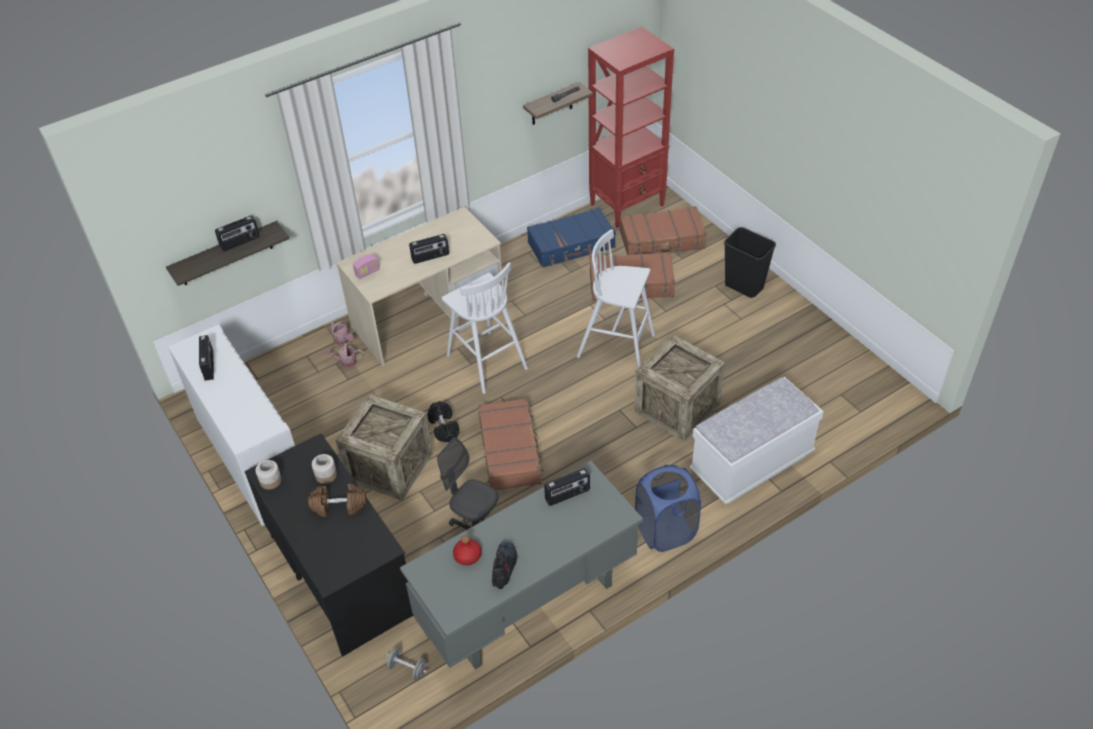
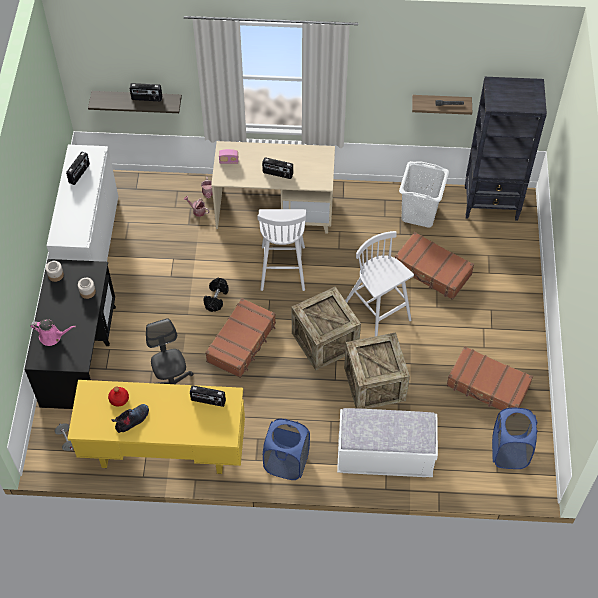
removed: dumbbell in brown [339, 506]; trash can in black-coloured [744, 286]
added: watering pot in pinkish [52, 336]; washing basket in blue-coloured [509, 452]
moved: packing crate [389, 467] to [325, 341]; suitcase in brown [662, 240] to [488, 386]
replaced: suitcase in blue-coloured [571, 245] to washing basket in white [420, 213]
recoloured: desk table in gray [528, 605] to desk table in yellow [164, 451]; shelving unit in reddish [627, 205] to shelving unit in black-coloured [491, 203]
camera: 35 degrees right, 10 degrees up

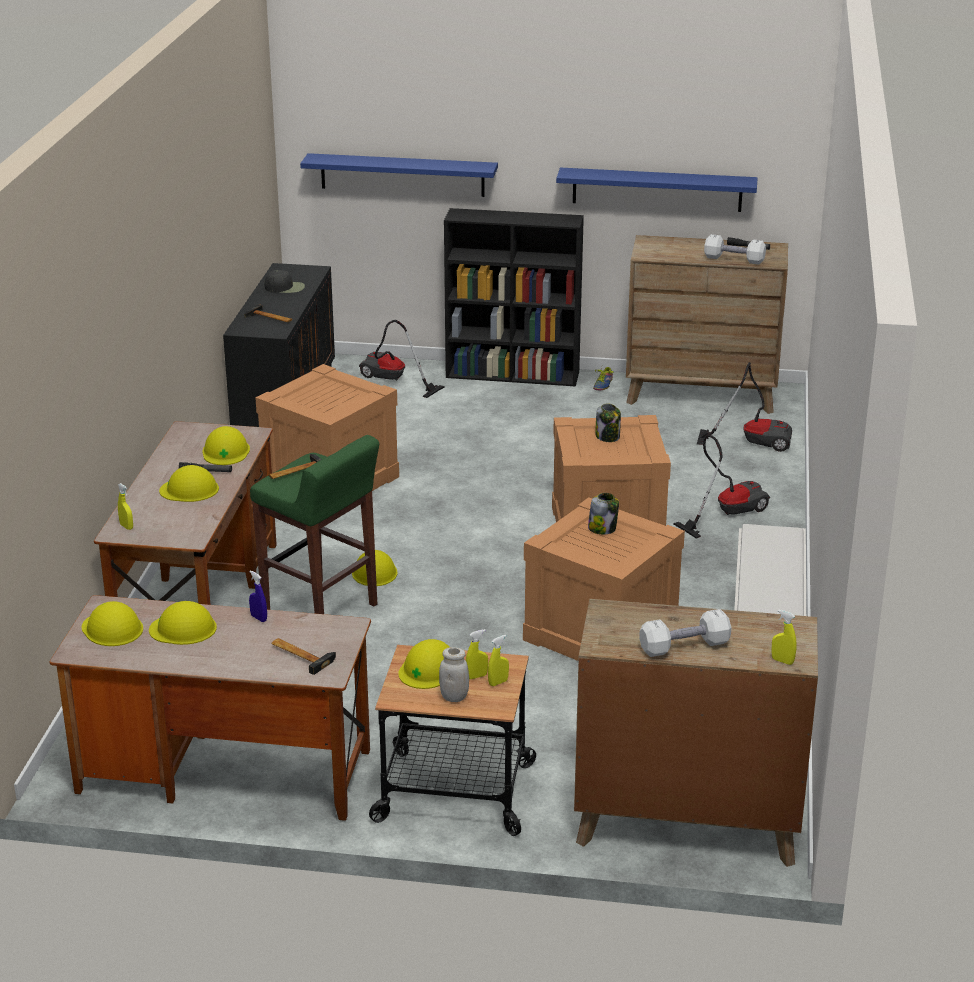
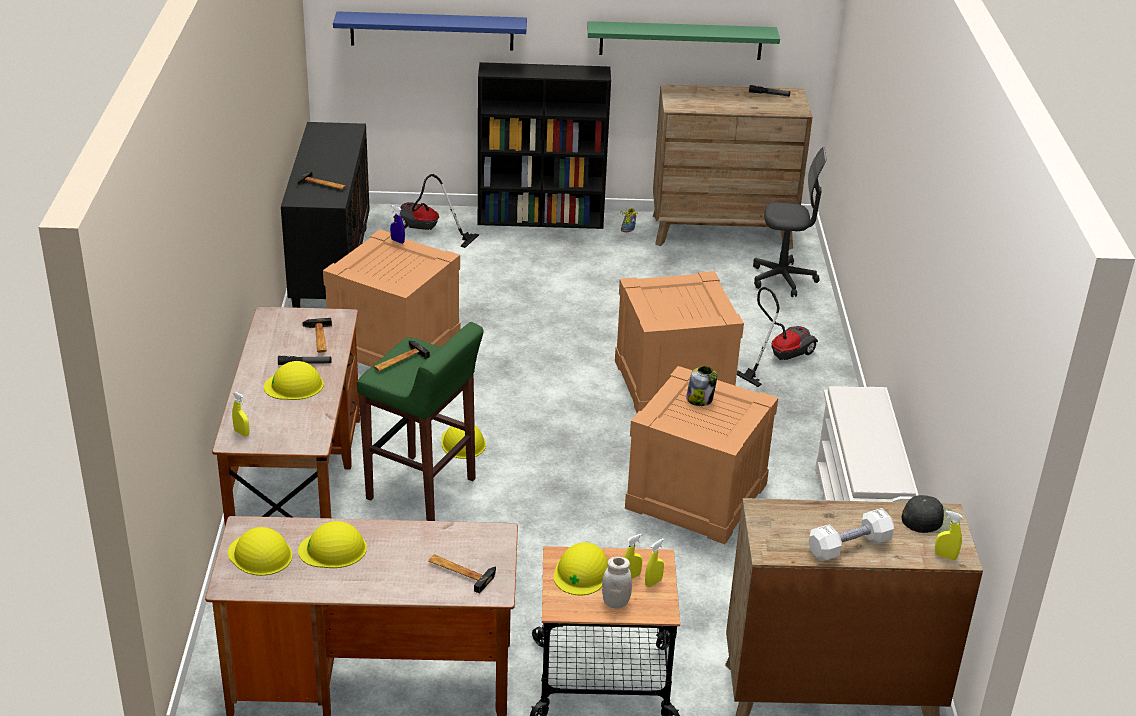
removed: jar [608, 437]; dumbbell in white [734, 259]
moved: spray bottle in blue-coloured [259, 618] to [397, 241]; cap in black-coloured [285, 287] to [930, 520]
replaced: safety helmet in yellow [226, 451] to hand hammer [318, 339]; vacuum [753, 441] to office chair in gray [783, 279]
recoloured: wall shelf in blue-coloured [657, 189] to wall shelf in greenish [681, 40]
camera: 10 degrees left, 5 degrees up

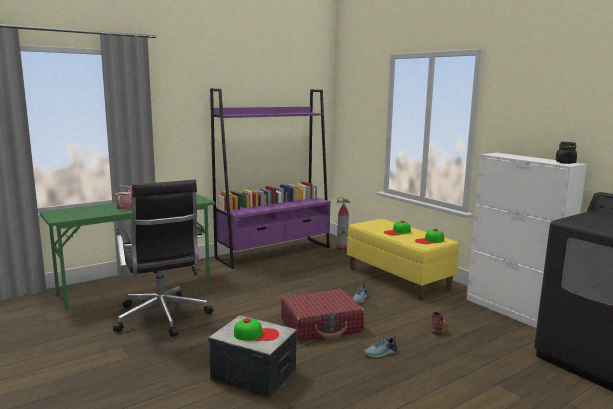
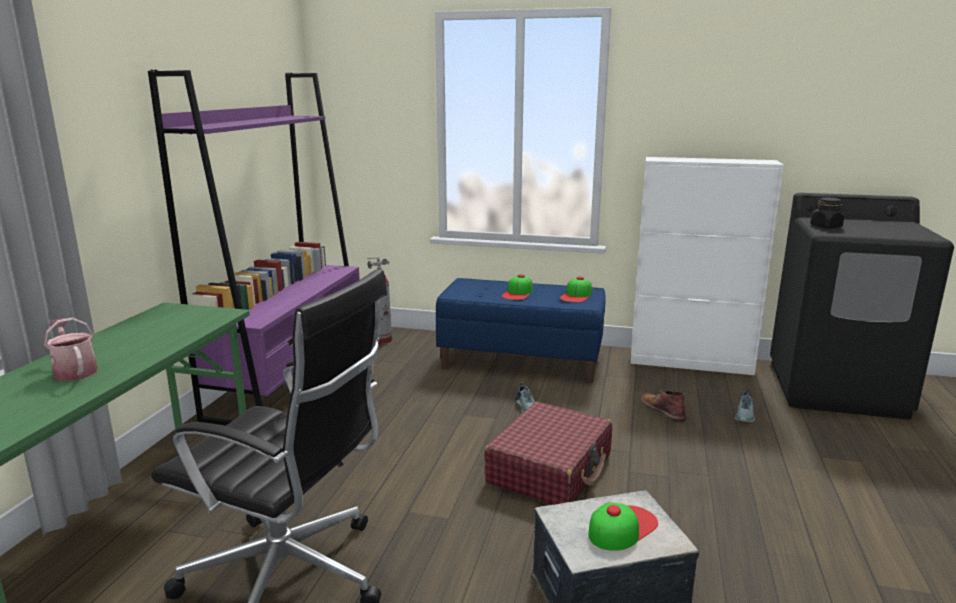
moved: low shoe [381, 353] to [745, 415]; jar in black-coloured [565, 162] to [826, 226]
recoloured: long seat in yellow [398, 279] to long seat in blue-coloured [521, 361]
camera: 40 degrees left, 5 degrees up

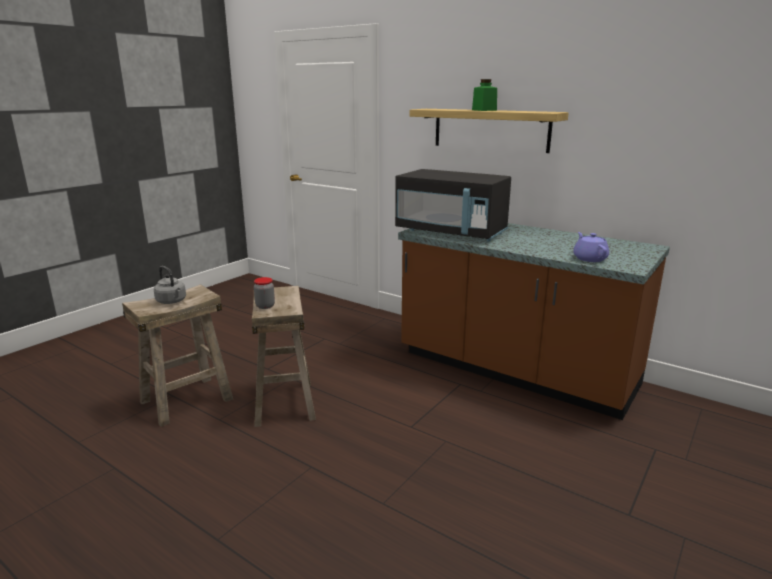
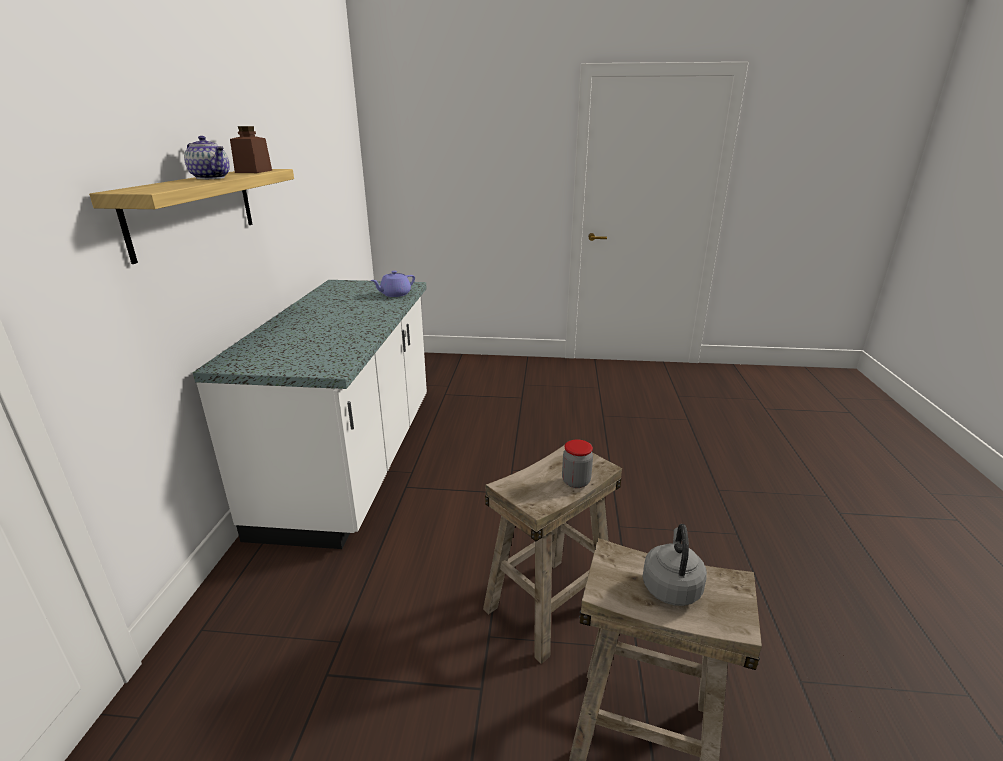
removed: microwave oven in black-coloured [451, 233]
added: jar in brown [254, 171]
replaced: jar in greenish [484, 110] to tea pot [212, 178]
recoloured: counter in brown [515, 370] to counter in white [354, 461]
camera: 120 degrees left, 5 degrees up

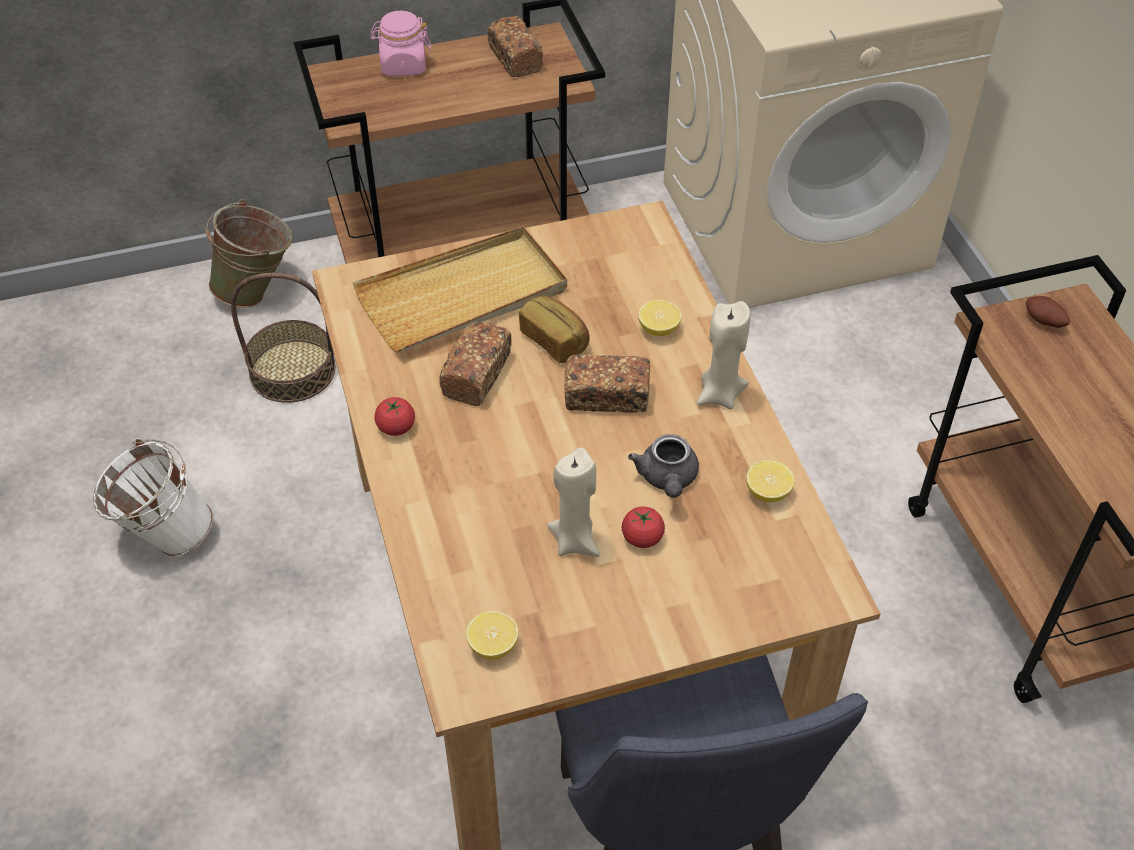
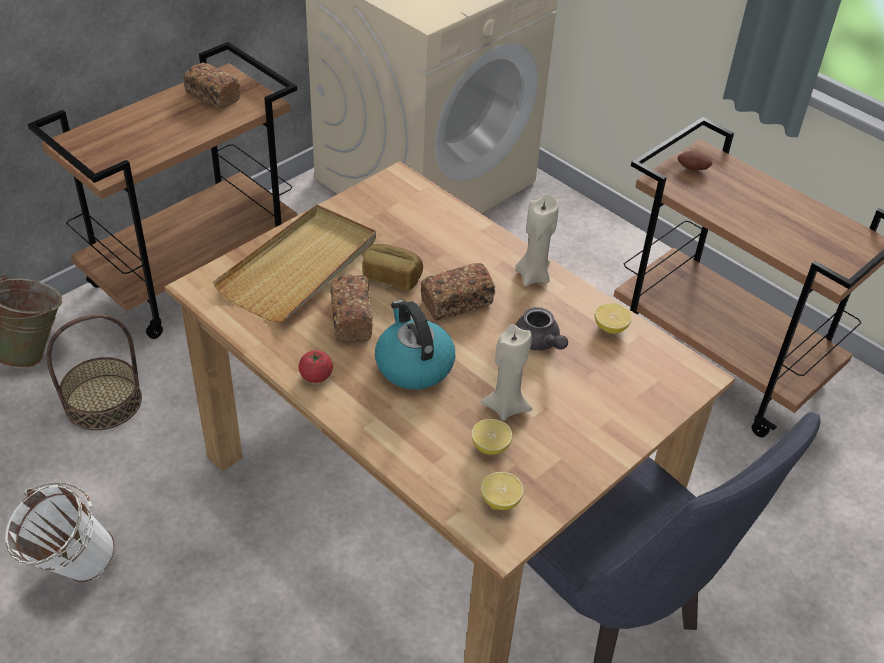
removed: jar in pinkish [403, 65]; tomato [642, 537]
added: water kettle [413, 365]
moved: lemon [658, 329] to [490, 446]
camera: 30 degrees left, 5 degrees down

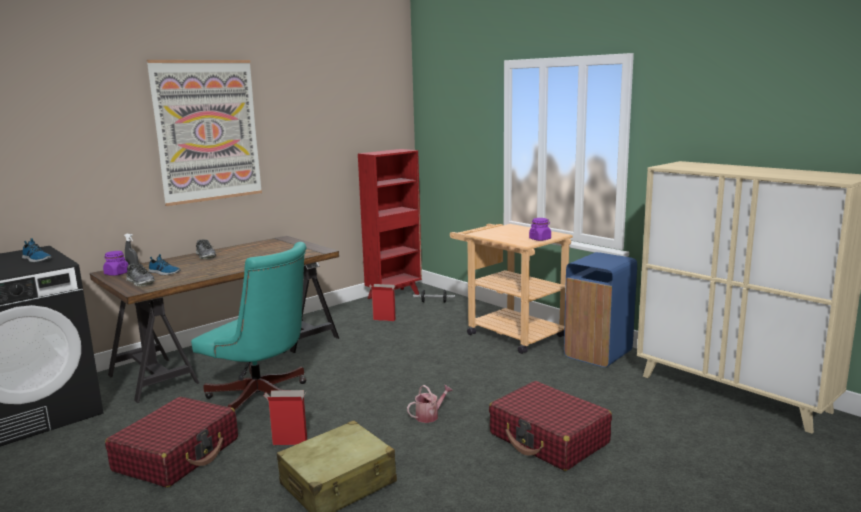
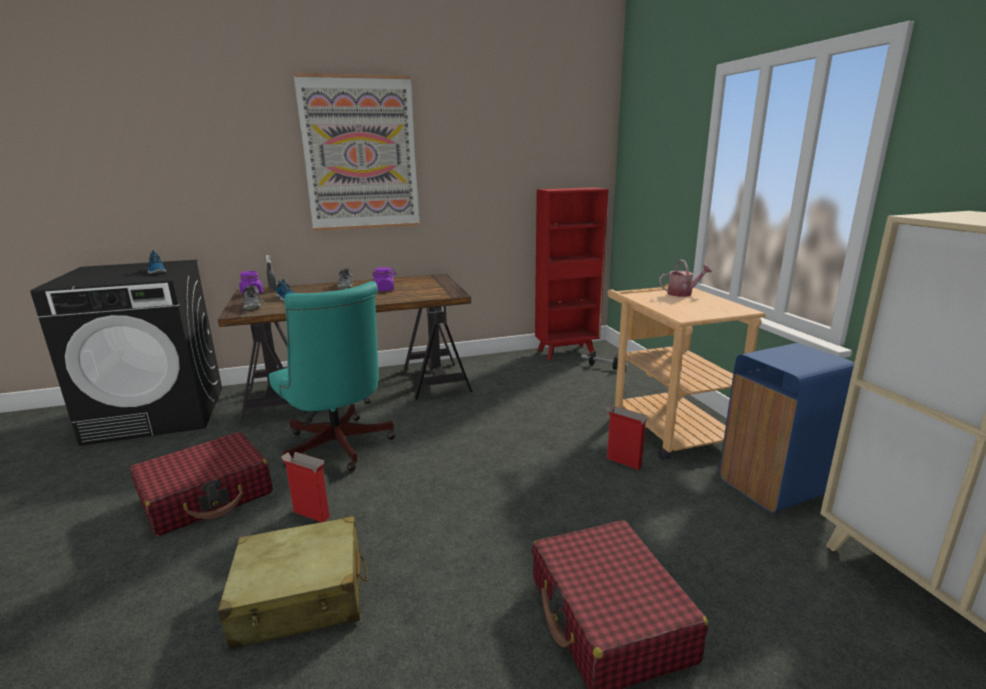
moved: jar in purple [540, 239] to [385, 289]; cardboard box [383, 319] to [623, 462]; watering pot [430, 416] to [683, 293]
camera: 25 degrees right, 5 degrees up

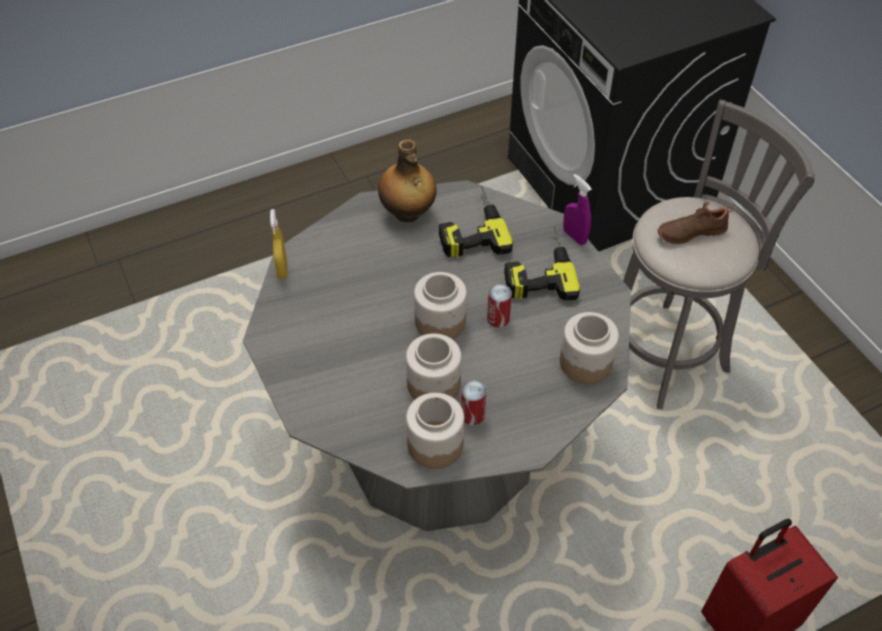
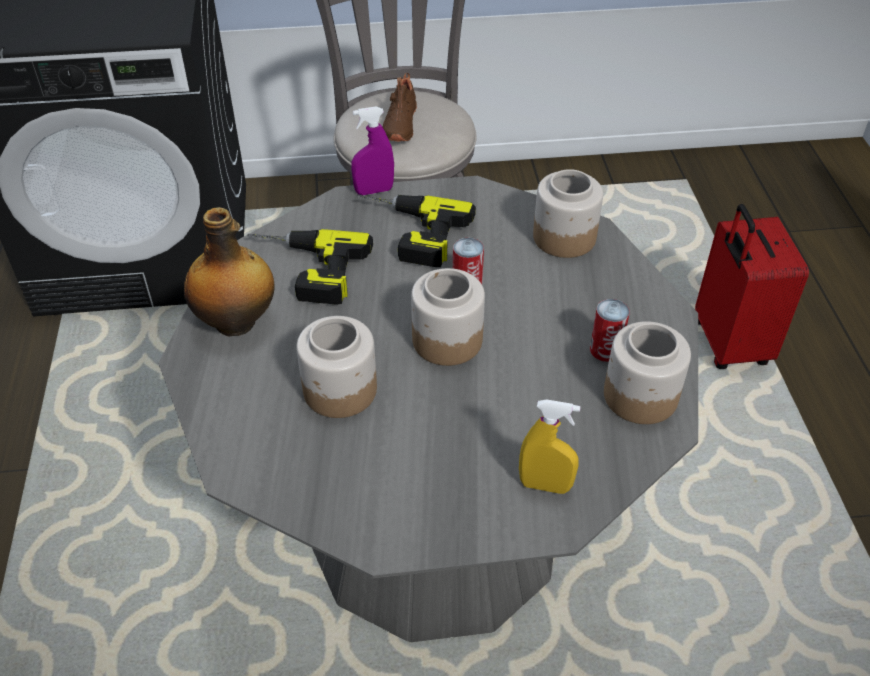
moved: jar [433, 385] to [340, 391]; spray bottle in yellow [282, 269] to [545, 485]
camera: 70 degrees left, 5 degrees down

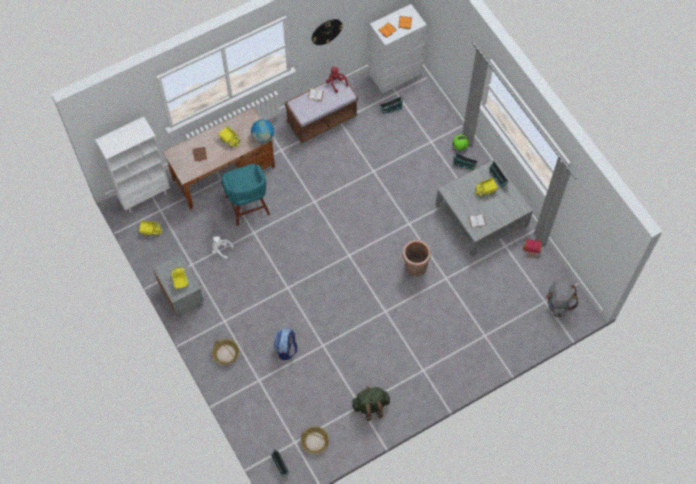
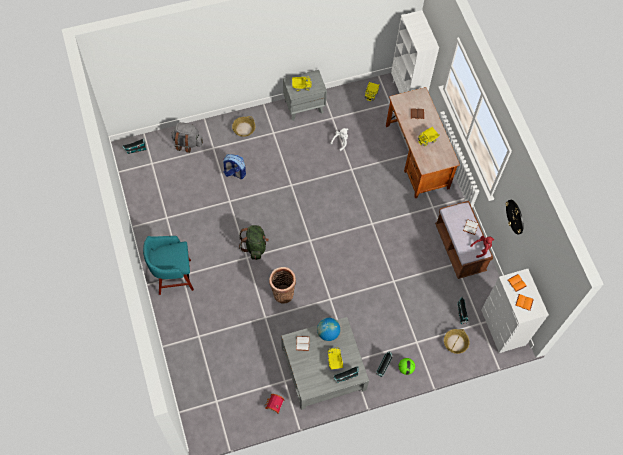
moved: stool in turquoise-coloured [248, 207] to [173, 277]; knapsack in gray [558, 303] to [187, 143]; knapsack in greenish [370, 406] to [255, 246]; globe [263, 137] to [328, 333]; basket [314, 441] to [455, 342]
camera: 100 degrees right, 0 degrees up

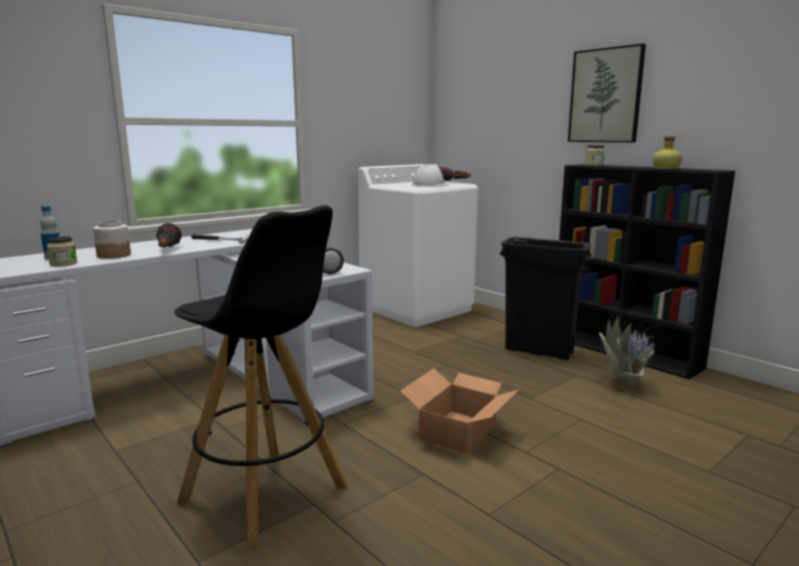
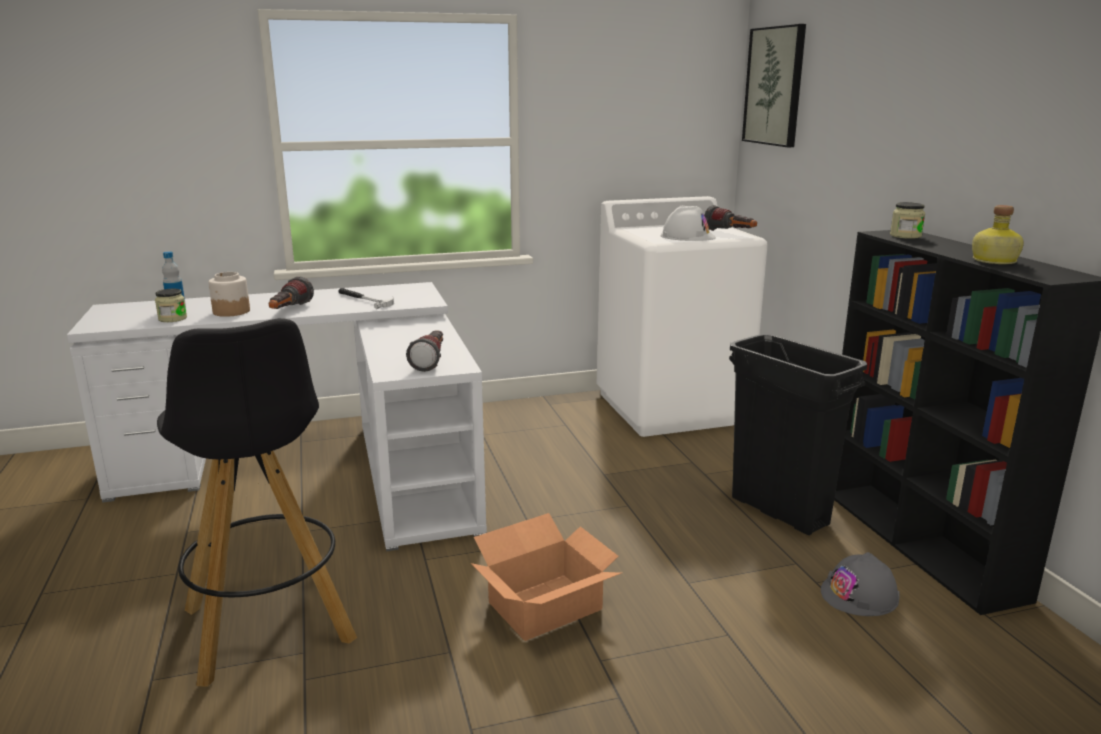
moved: wall art [605, 96] to [775, 86]
replaced: houseplant [625, 383] to safety helmet in gray [859, 595]
camera: 25 degrees right, 5 degrees up

